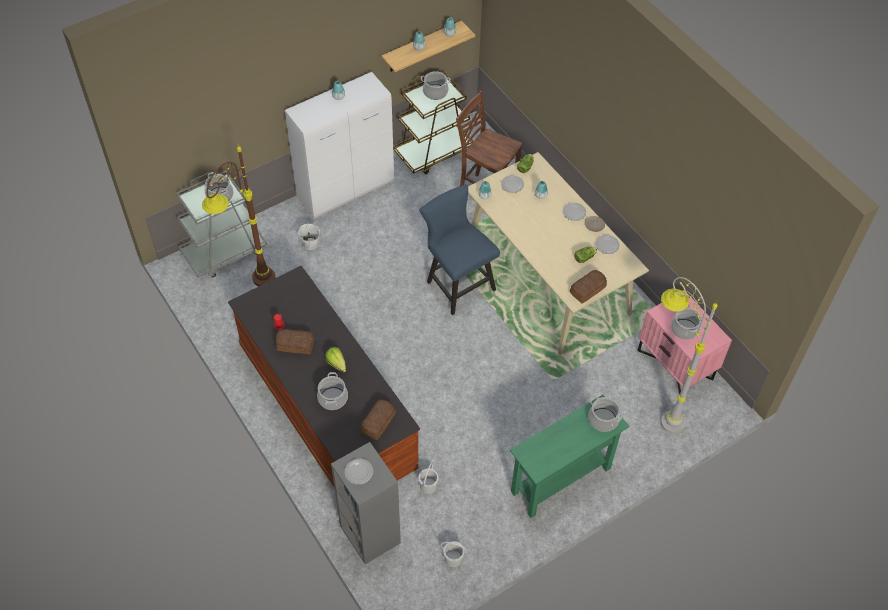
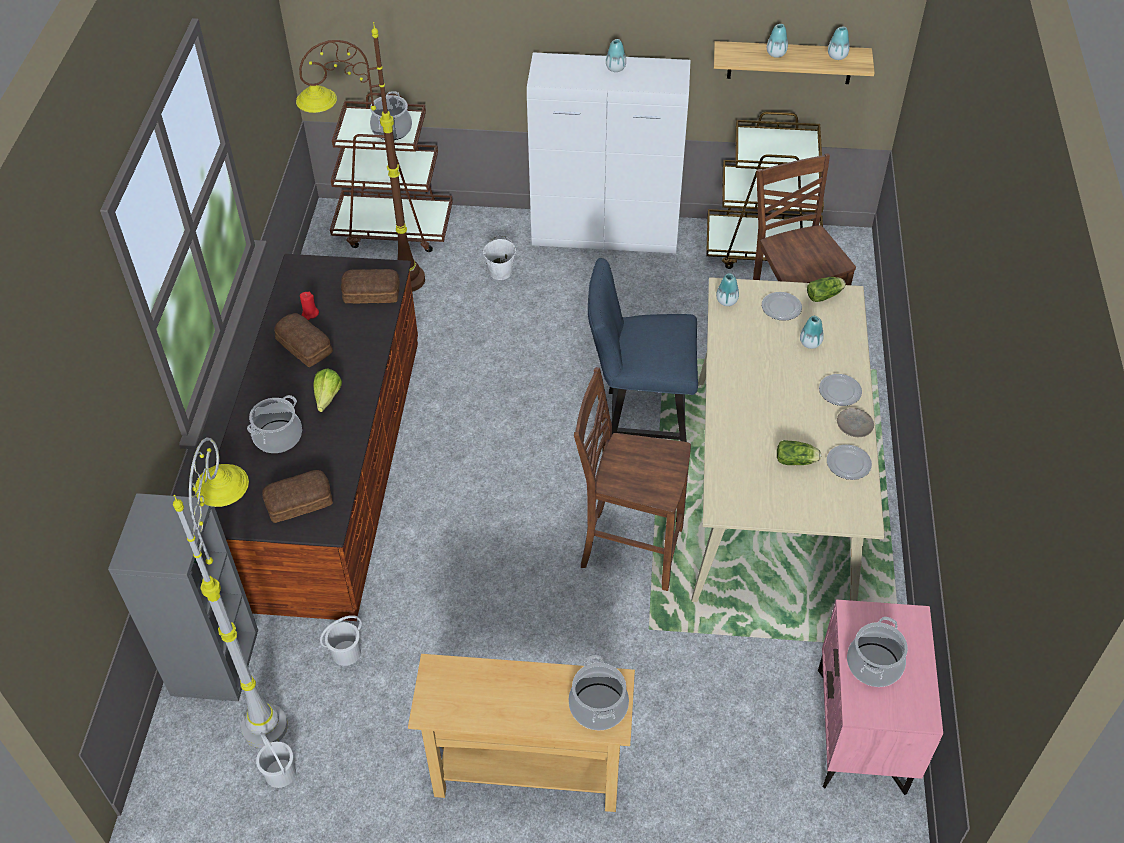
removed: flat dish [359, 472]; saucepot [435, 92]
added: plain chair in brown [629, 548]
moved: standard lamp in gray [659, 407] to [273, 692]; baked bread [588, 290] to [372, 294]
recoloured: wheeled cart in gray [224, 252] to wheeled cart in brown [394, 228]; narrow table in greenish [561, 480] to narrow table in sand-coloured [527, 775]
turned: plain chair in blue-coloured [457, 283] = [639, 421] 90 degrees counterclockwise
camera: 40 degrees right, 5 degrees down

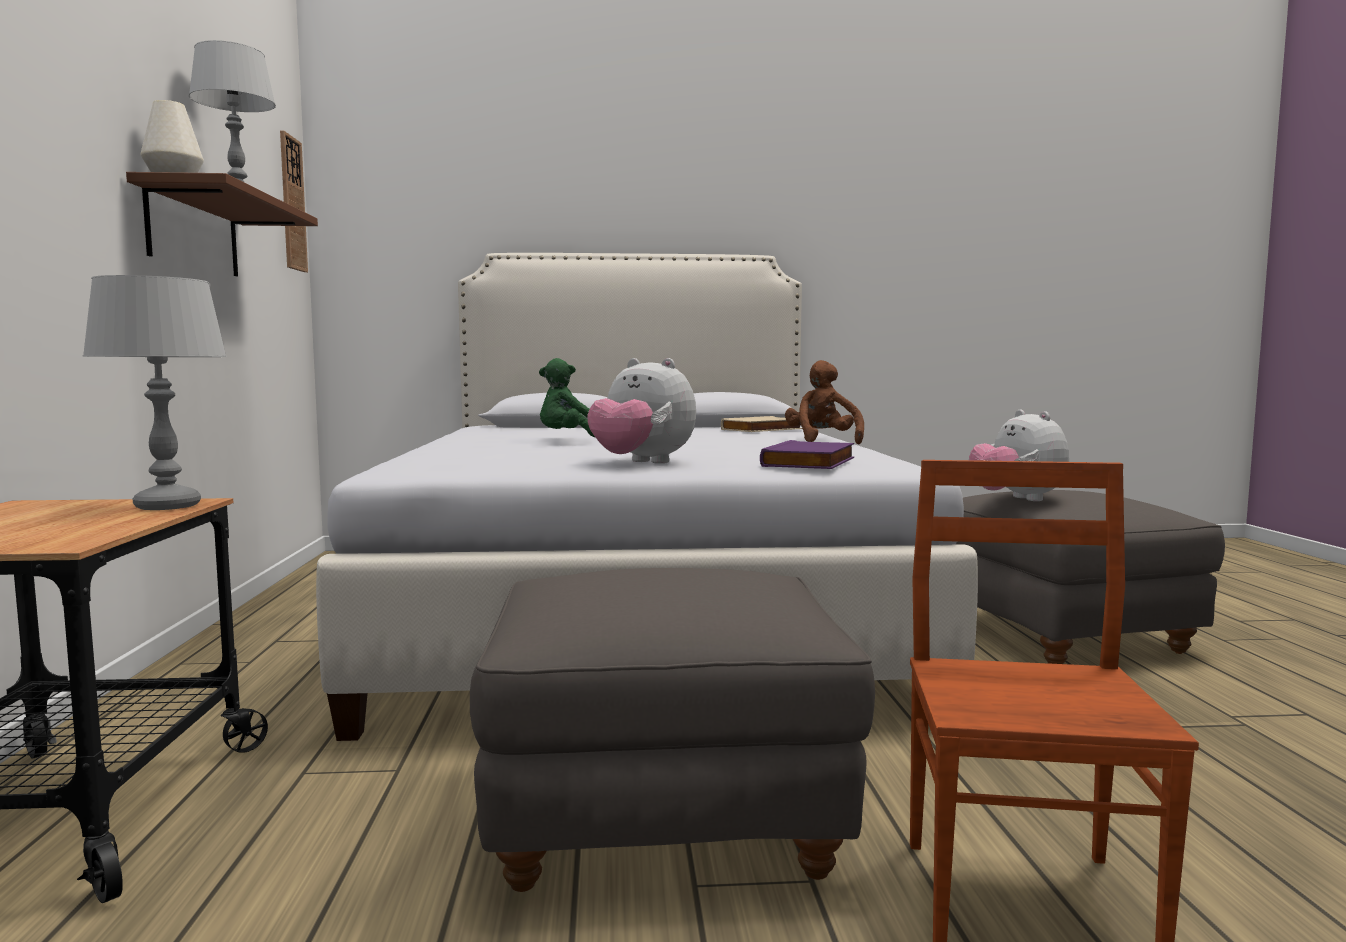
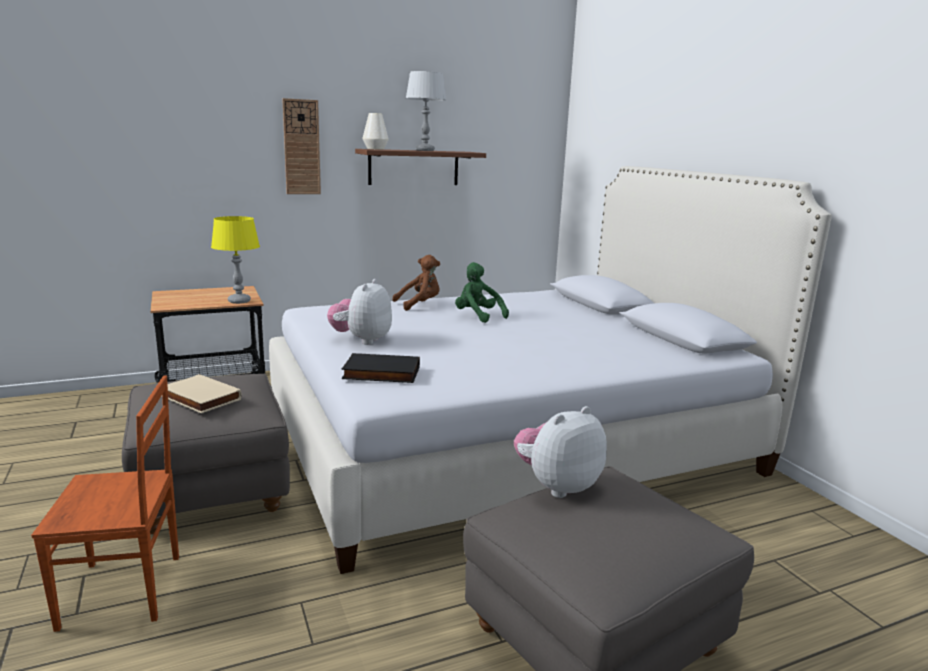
moved: volume in sand-coloured [762, 429] to [199, 398]; wall clock [292, 203] to [301, 147]; soft toy in brown [822, 441] to [419, 305]
recoloured: lamp for a table in gray [167, 506] to lamp for a table in yellow [239, 301]; volume in purple [811, 462] to volume in black-coloured [380, 373]
camera: 70 degrees right, 10 degrees up

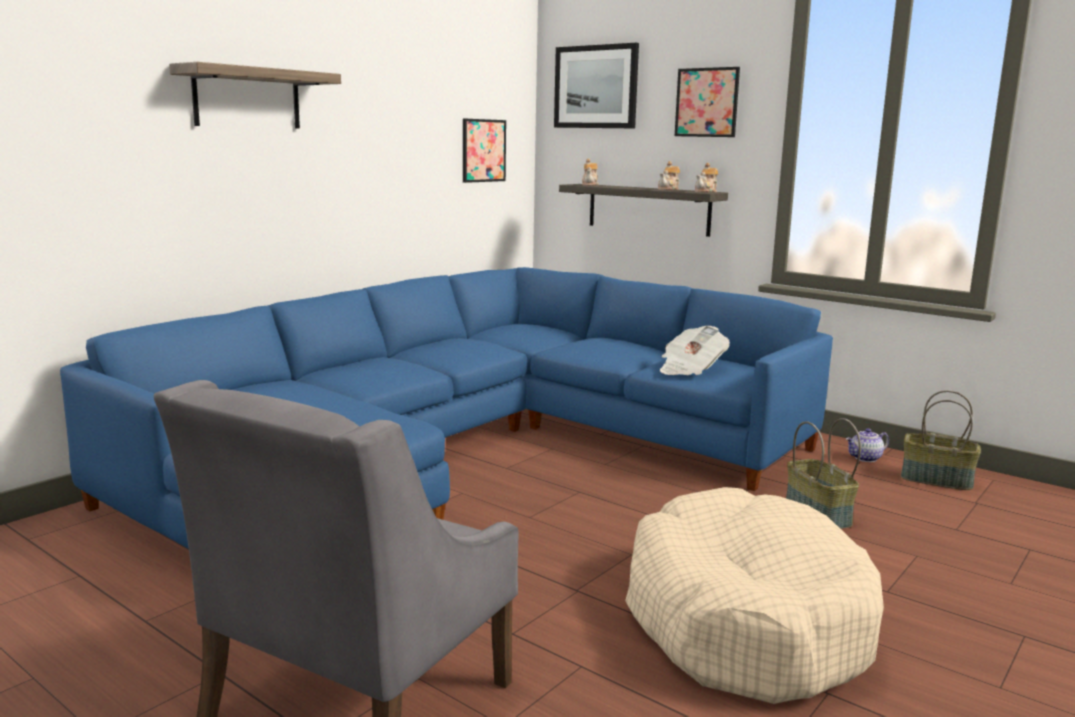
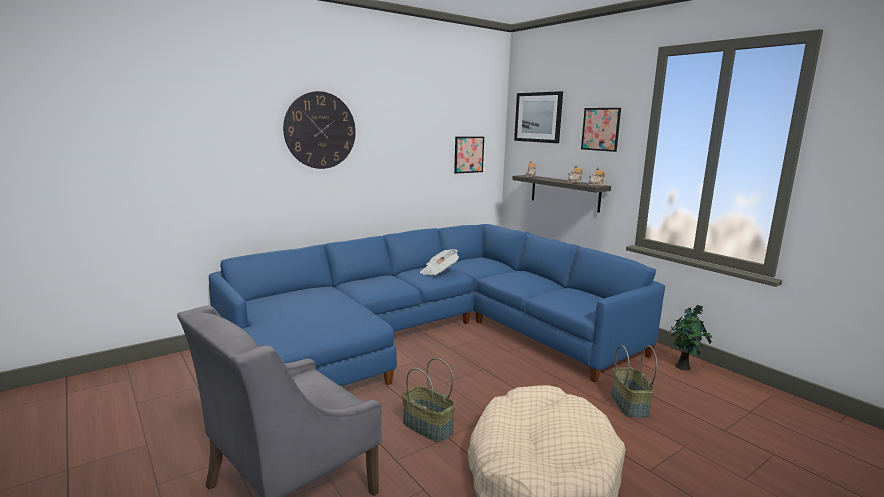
moved: basket [935, 480] to [426, 427]; newspaper [690, 369] to [439, 272]
replaced: wall shelf [247, 98] to wall clock [320, 130]; tea pot [865, 458] to houseplant [684, 367]
camera: 15 degrees right, 0 degrees up

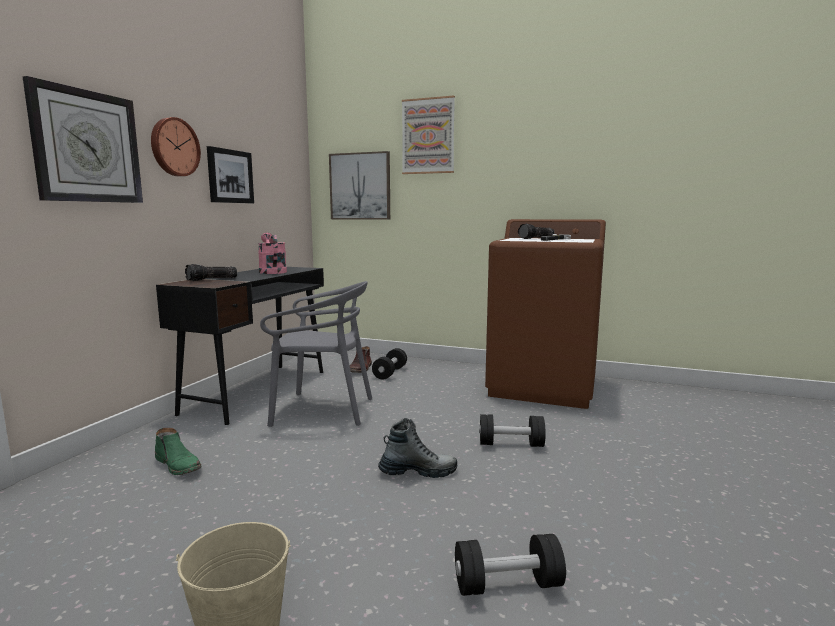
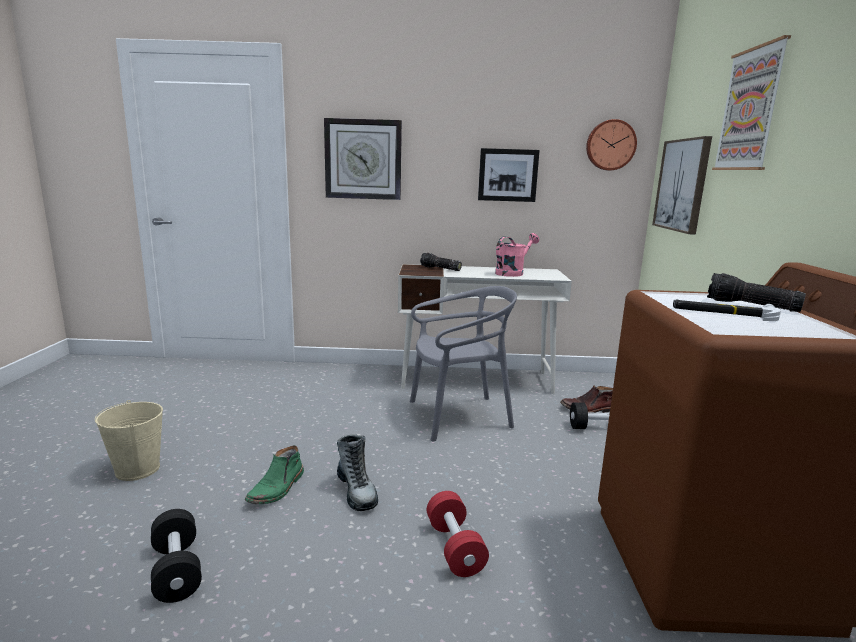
moved: boot in greenish [179, 465] to [277, 488]; wall clock [174, 147] to [610, 145]
recoloured: desk table in black-coloured [258, 391] to desk table in white [476, 380]; dumbbell in black-coloured [511, 444] to dumbbell in reddish [454, 547]
turned: plain chair in gray [322, 410] = [459, 416] 90 degrees counterclockwise
camera: 70 degrees right, 5 degrees up

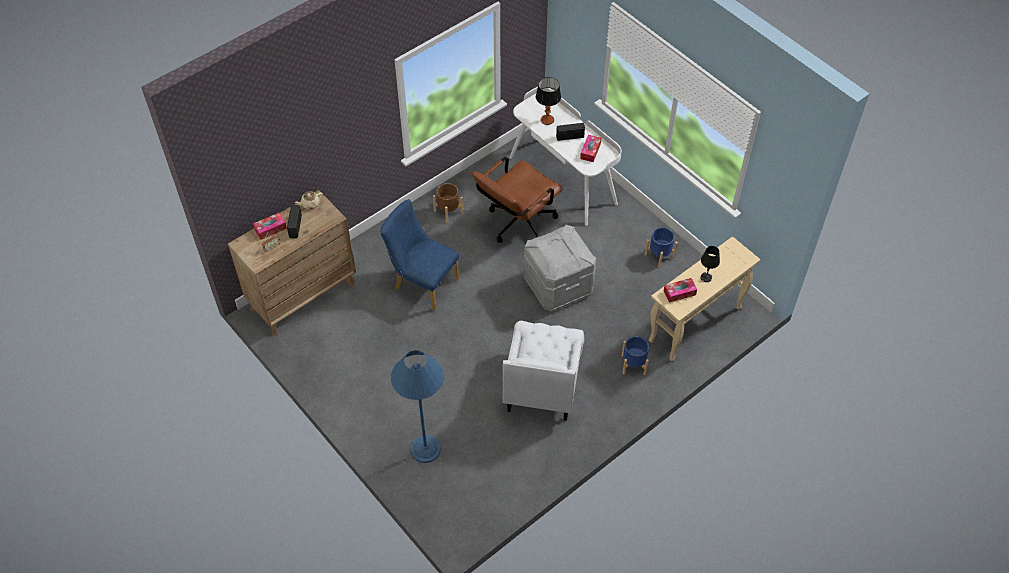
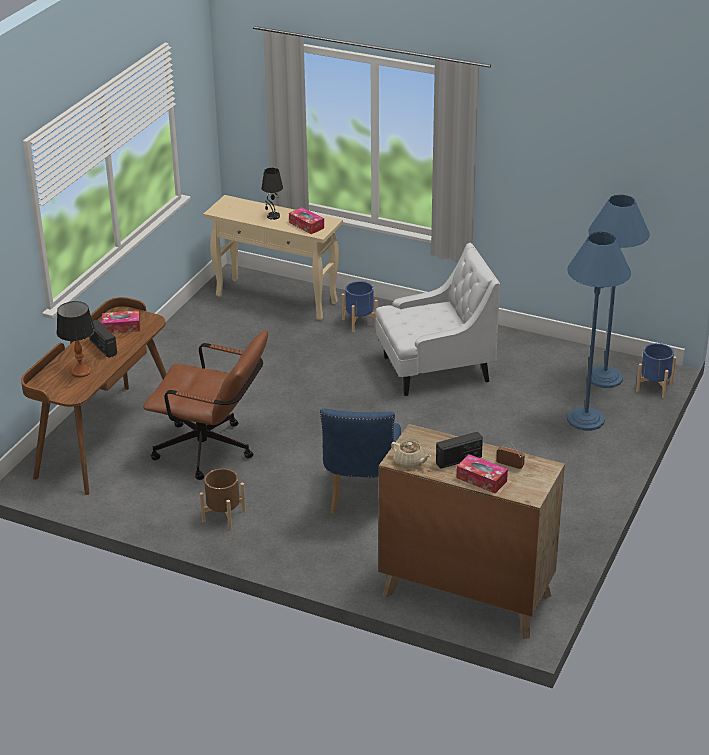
removed: storage box in gray [558, 286]
added: standard lamp in blue-coloured [604, 378]
moved: flower pot in blue-coloured [659, 255] to [654, 387]
recoloured: desk table in white [563, 179] to desk table in brown [106, 437]
camera: 115 degrees left, 20 degrees down

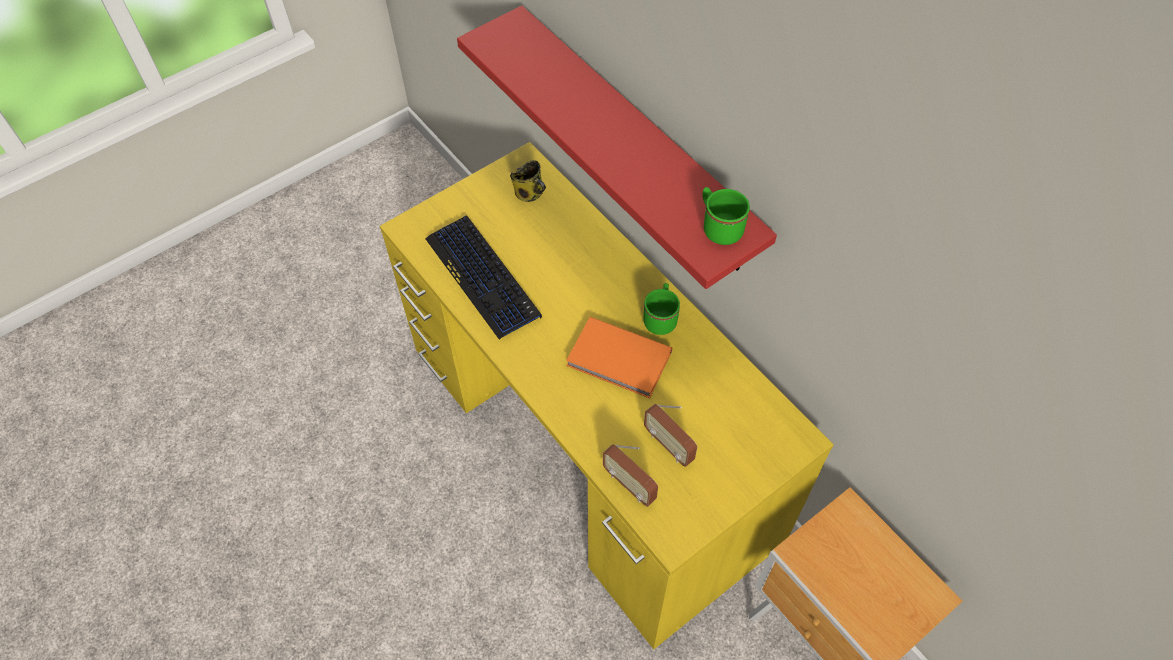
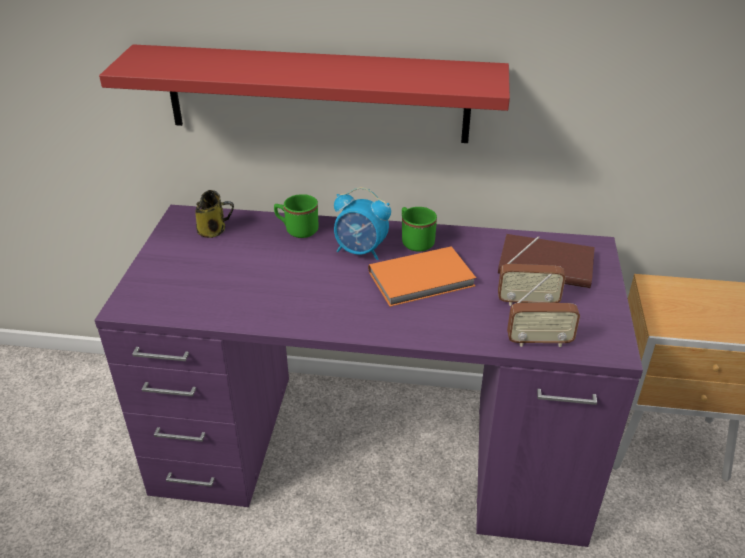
removed: computer keyboard [483, 277]
added: bedside clock [361, 251]; volume in brown [544, 263]
moved: coffee mug in greenish [718, 227] to [297, 230]
recoloured: desk table in yellow [589, 442] to desk table in purple [374, 450]
camera: 45 degrees left, 20 degrees down

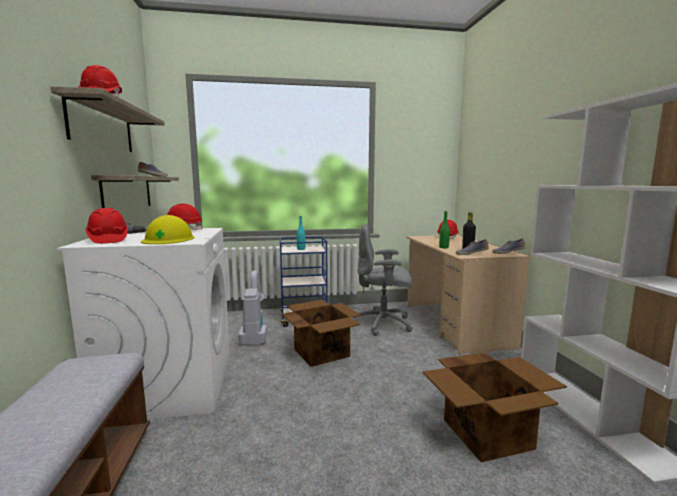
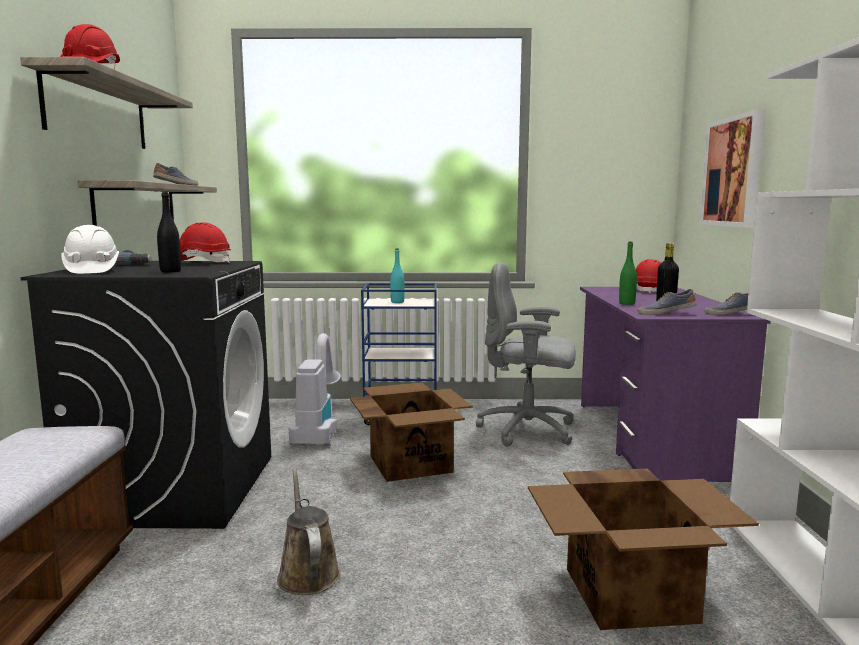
added: watering pot in brown [307, 573]; wall art [732, 172]
replaced: safety helmet in yellow [168, 239] to bottle in black-coloured [170, 271]
recoloured: washing machine in white [169, 384] to washing machine in black-coloured [175, 488]; safety helmet in reddish [108, 240] to safety helmet in white [91, 271]; desk table in sand-coloured [455, 324] to desk table in purple [652, 438]
camera: 10 degrees right, 0 degrees up

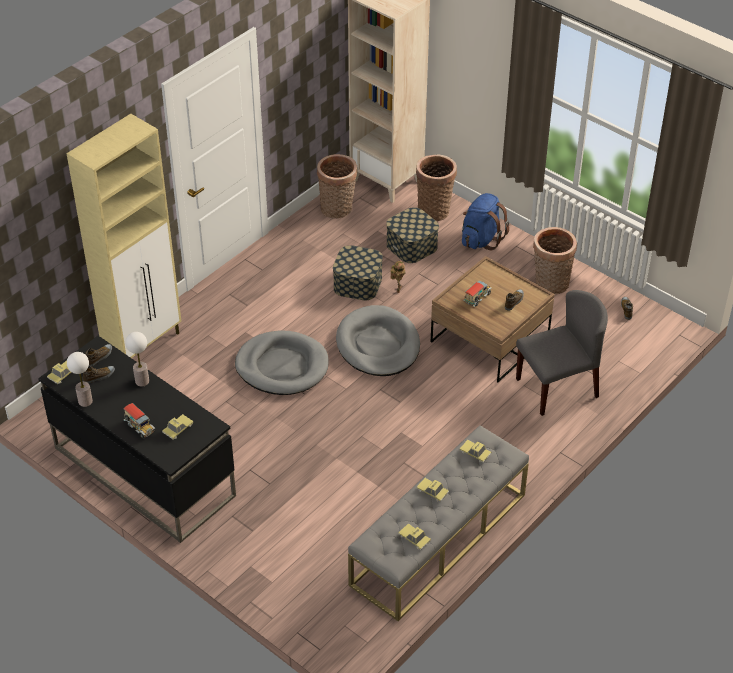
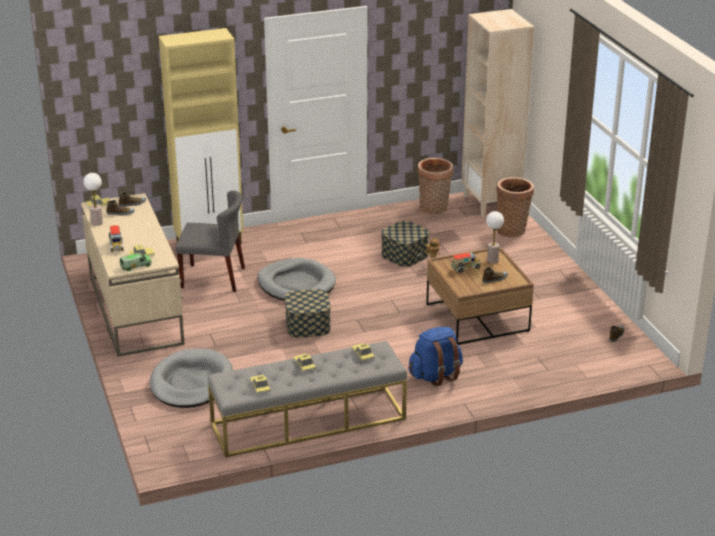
removed: basket [550, 284]
added: toy truck [135, 266]
moved: dog cushion in gray [378, 345] to [191, 382]; plain chair in gray [557, 387] to [213, 277]; storage box [411, 246] to [308, 325]; knapsack in blue-coloured [481, 239] to [435, 375]; lamp for a table [142, 381] to [492, 260]
recoloured: desk table in black-coloured [143, 471] to desk table in sand-coloured [135, 310]
camera: 30 degrees right, 15 degrees down

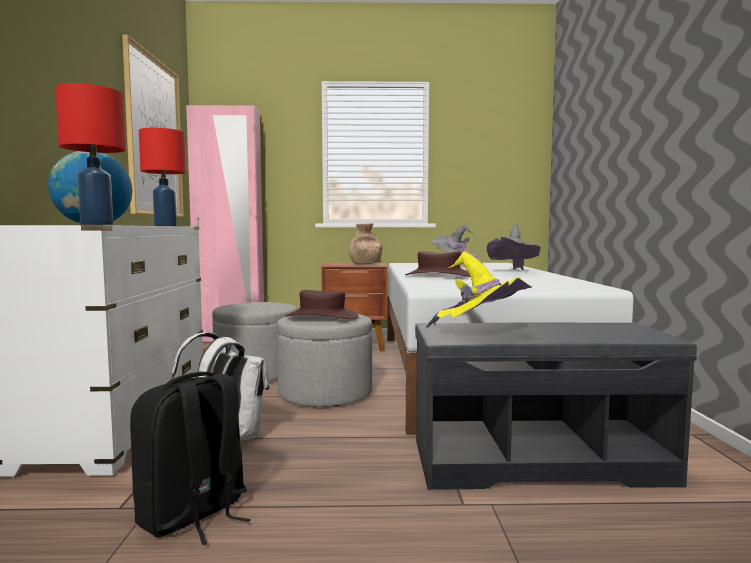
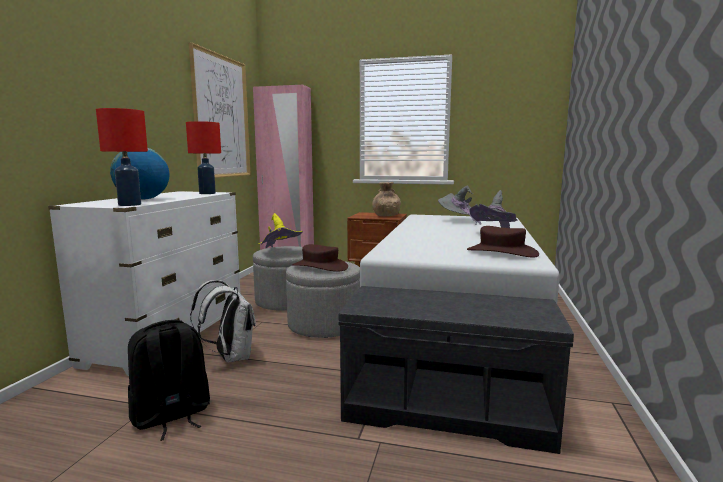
moved: hat in yellow [479, 333] to [280, 252]; hat in brown [439, 276] to [501, 252]
camera: 15 degrees right, 5 degrees up

